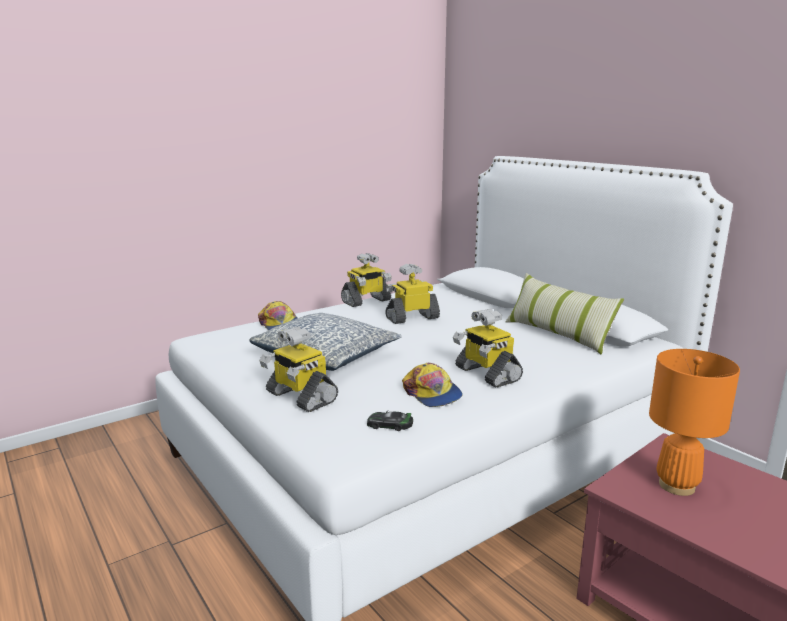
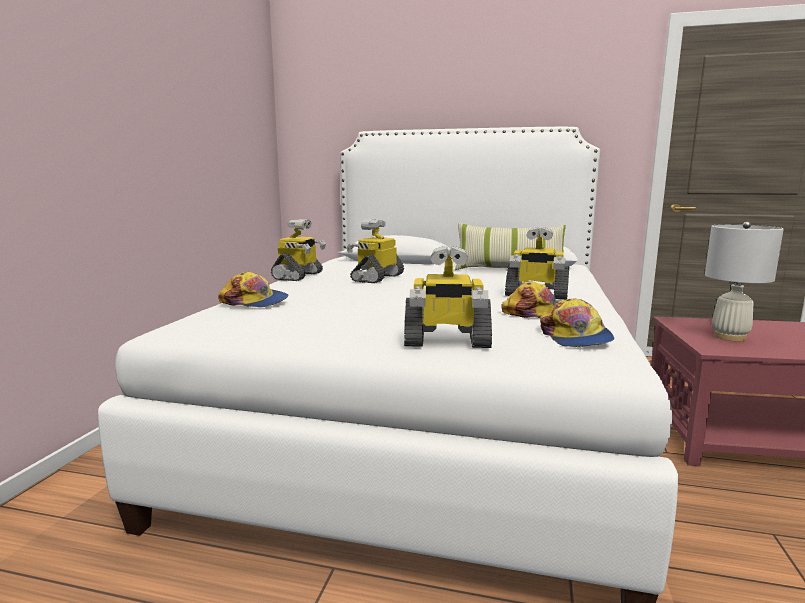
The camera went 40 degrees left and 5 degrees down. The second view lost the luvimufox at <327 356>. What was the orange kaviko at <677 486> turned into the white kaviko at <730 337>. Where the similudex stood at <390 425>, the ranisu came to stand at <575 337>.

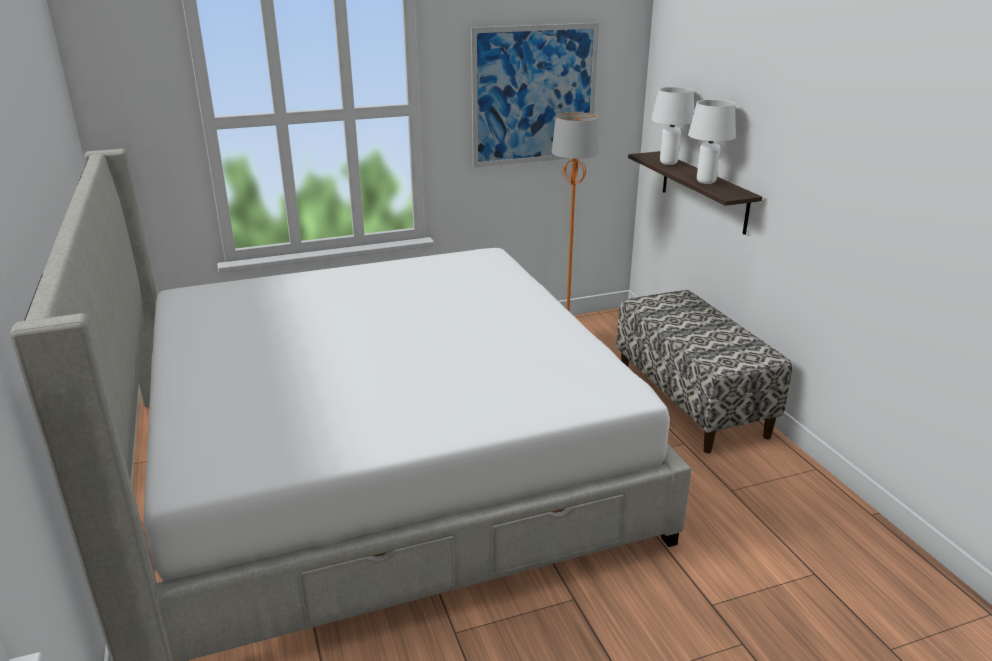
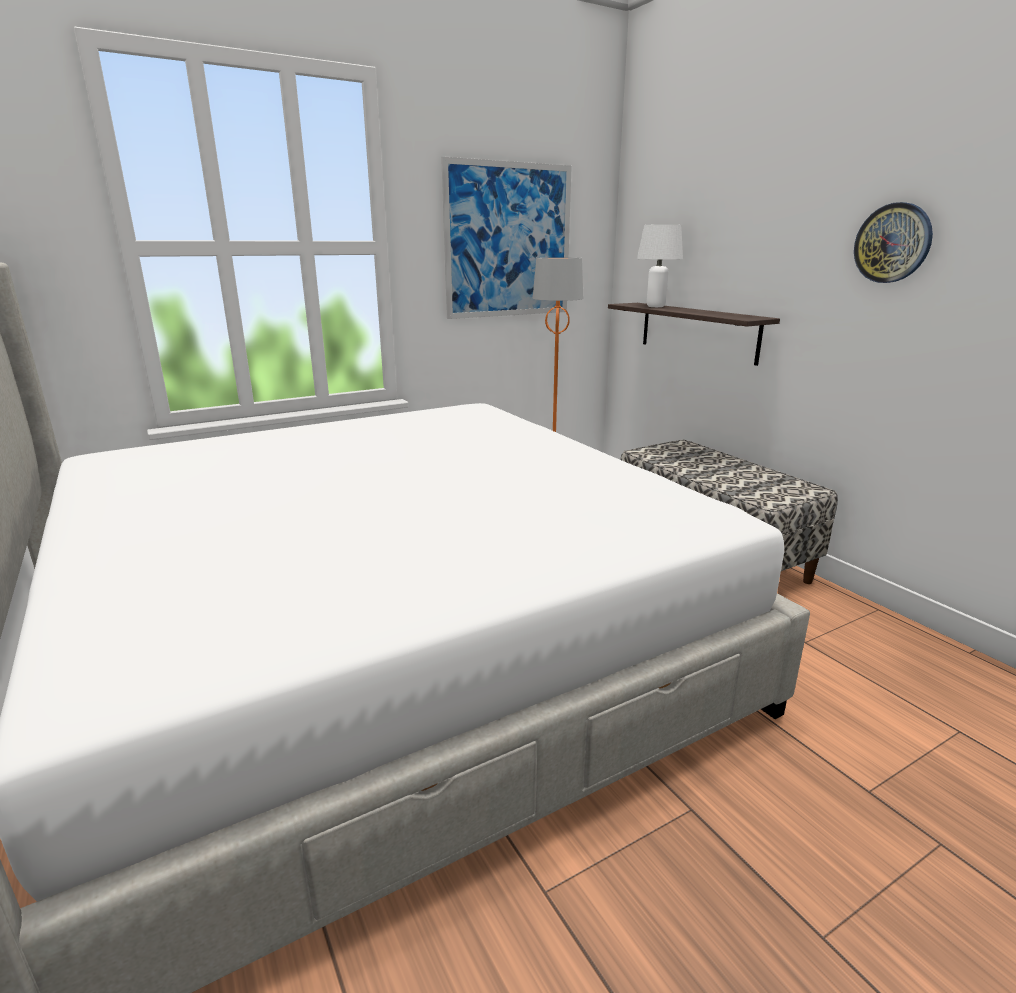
The camera went 10 degrees left and 5 degrees down. The second view lost the white kaviko at <706 181>. The second view gained the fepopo at <892 243>.

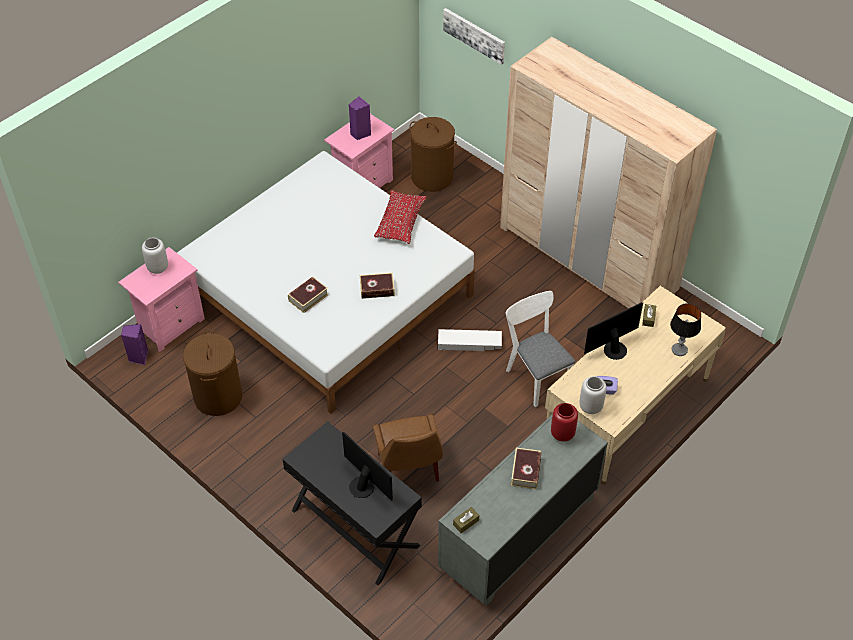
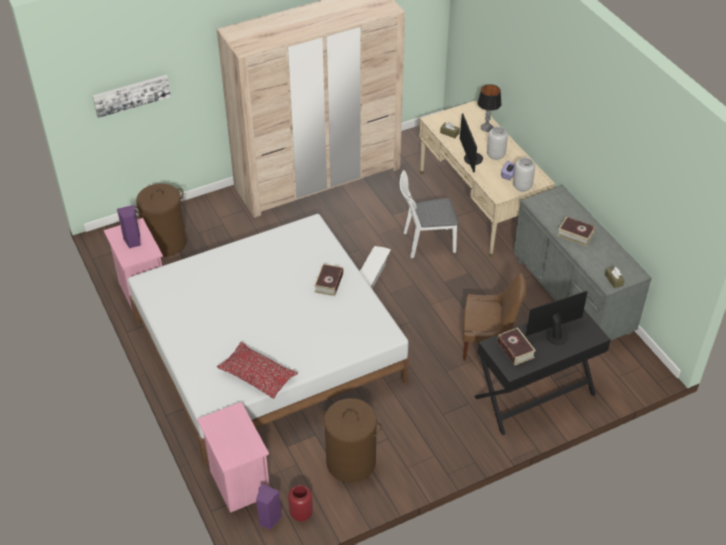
The camera went 70 degrees left and 5 degrees down. The red luvimufox ended up elsewhere, having gone from <400 222> to <257 376>. The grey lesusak ended up elsewhere, having gone from <157 268> to <496 155>. The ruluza ended up elsewhere, having gone from <308 298> to <515 349>. The red lesusak ended up elsewhere, having gone from <563 433> to <301 513>.

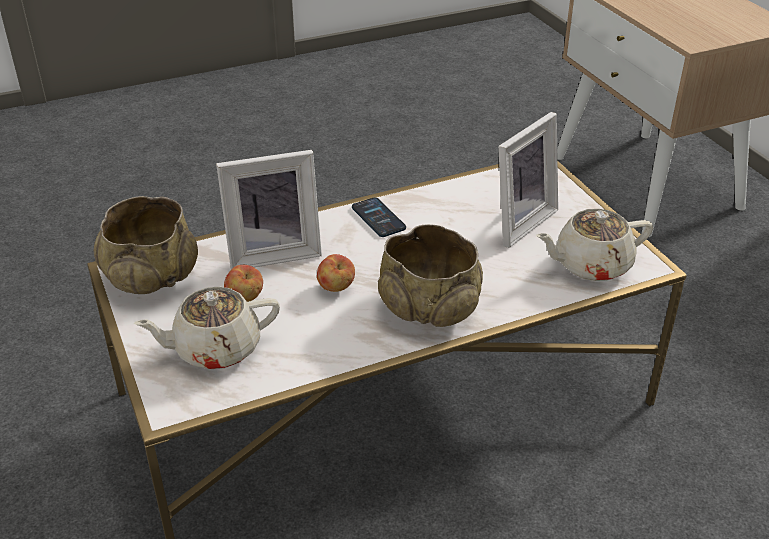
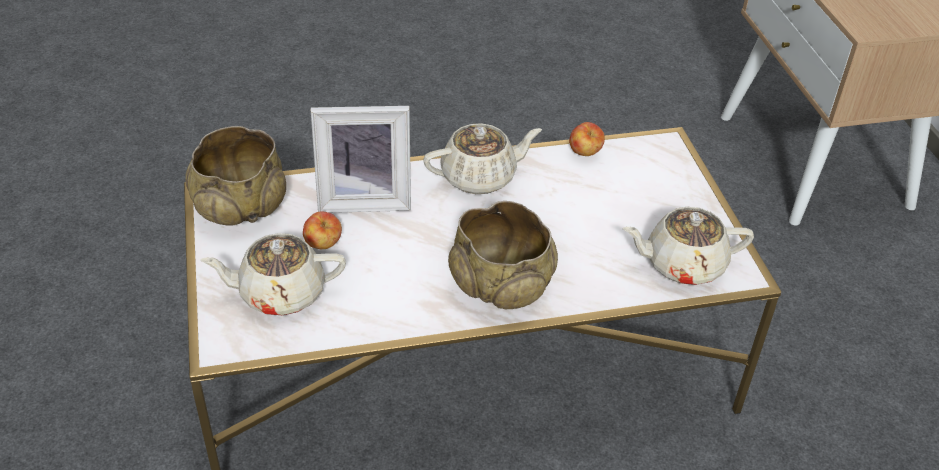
The camera went 10 degrees right and 5 degrees up. The second view lost the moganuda at <517 222>. Where the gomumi stood at <378 218>, the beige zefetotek came to stand at <480 177>. The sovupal ended up elsewhere, having gone from <336 288> to <585 153>.

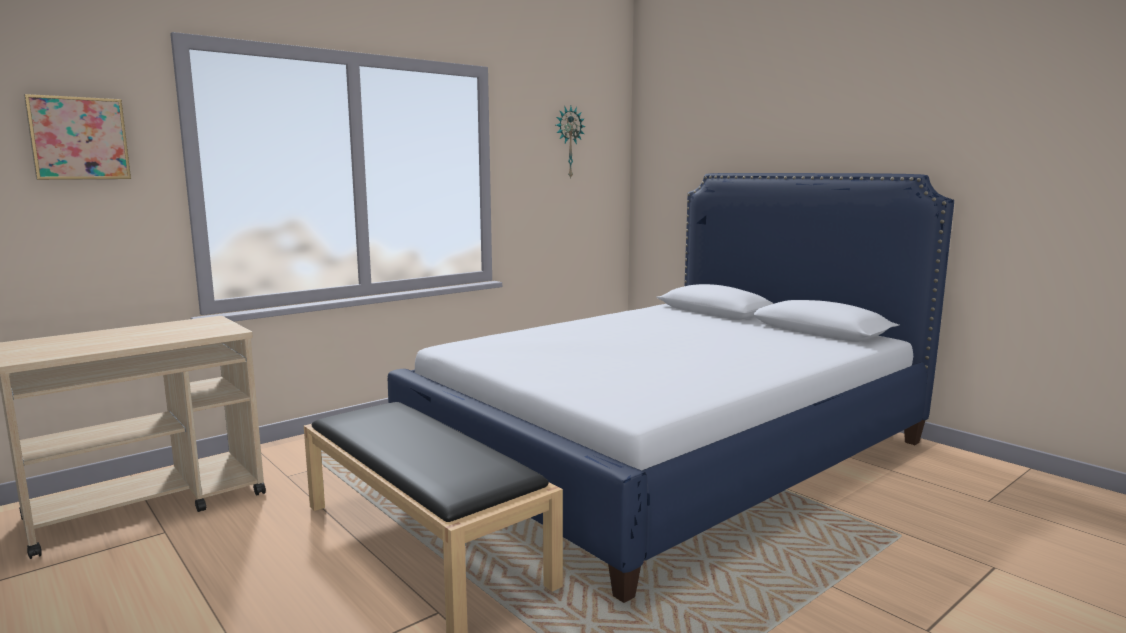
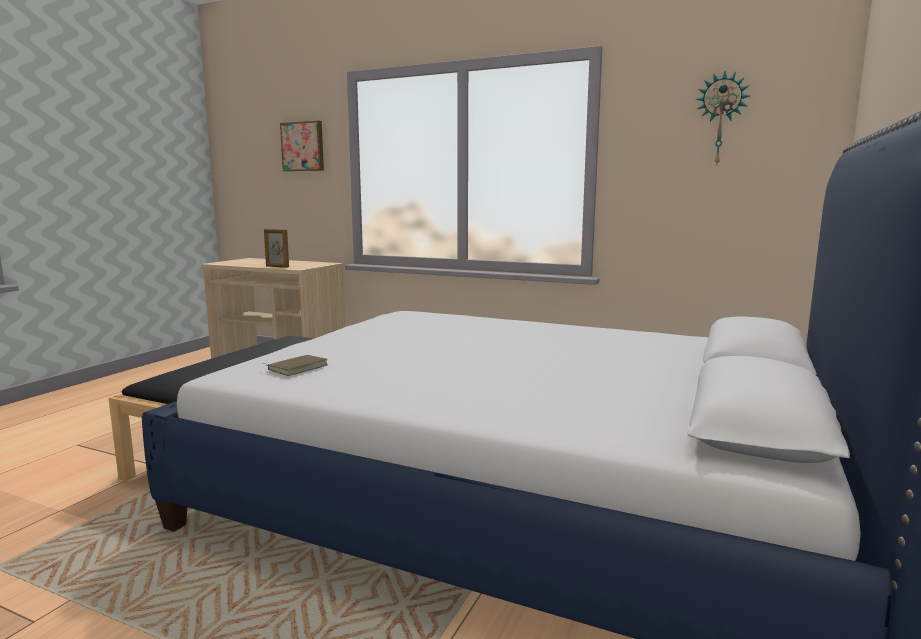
The camera went 65 degrees right and 0 degrees up. The second view gained the moganuda at <277 267>. The second view gained the brown ruluza at <297 368>.

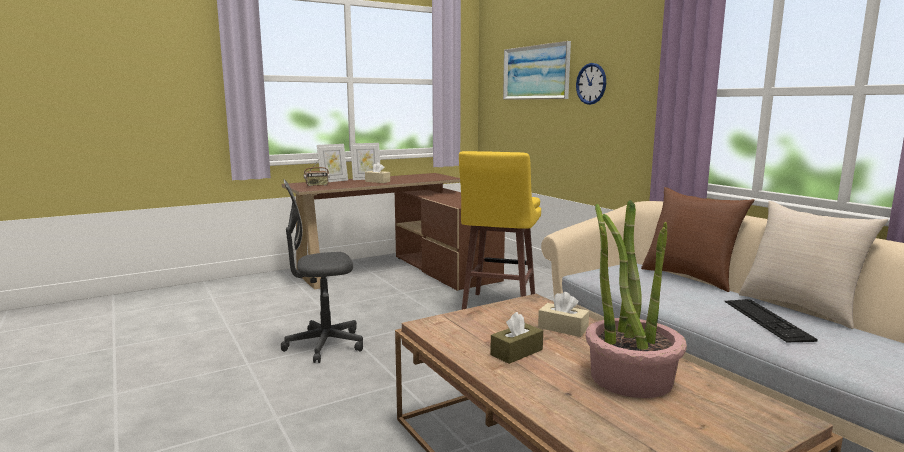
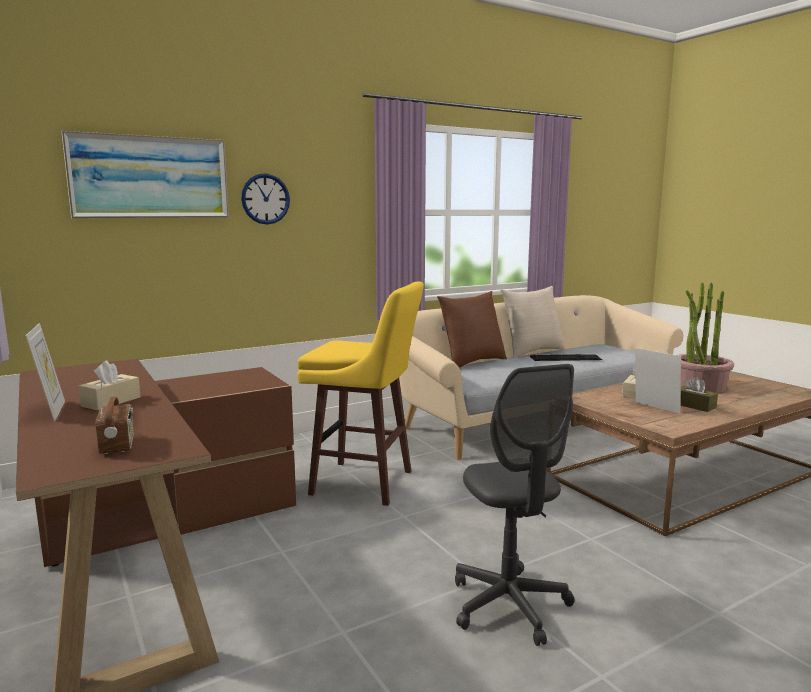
The camera went 90 degrees left and 0 degrees up. The moganuda ended up elsewhere, having gone from <333 181> to <654 408>.

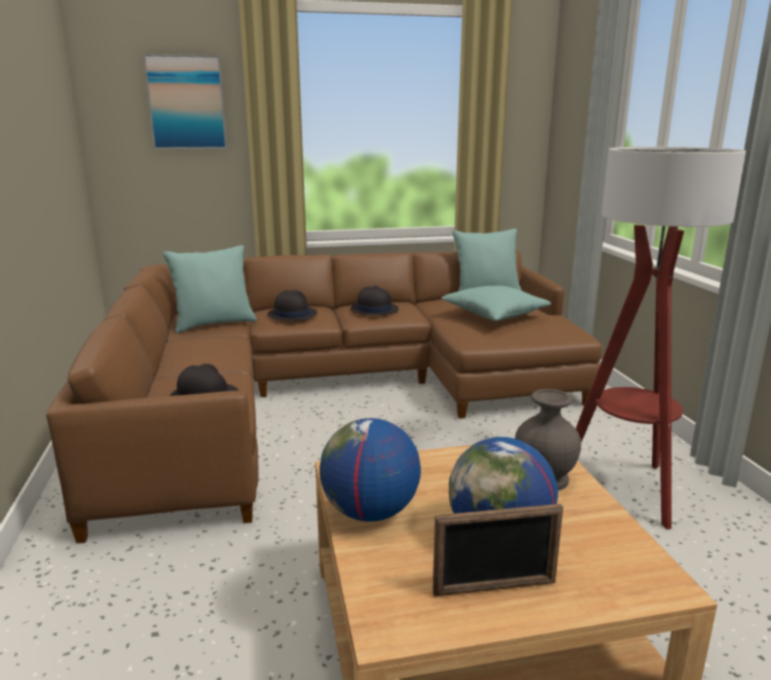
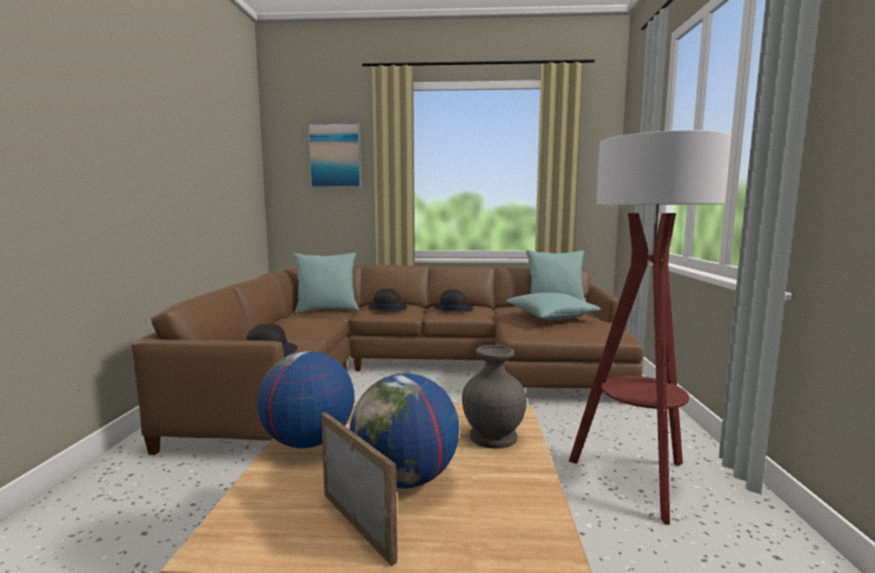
The camera went 15 degrees right and 10 degrees down. The moganuda at <494 588> ended up facing another way, 135 degrees counterclockwise from before.

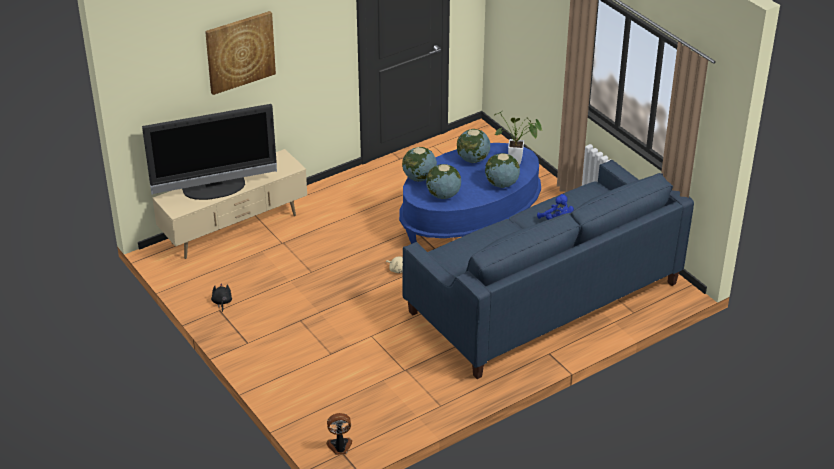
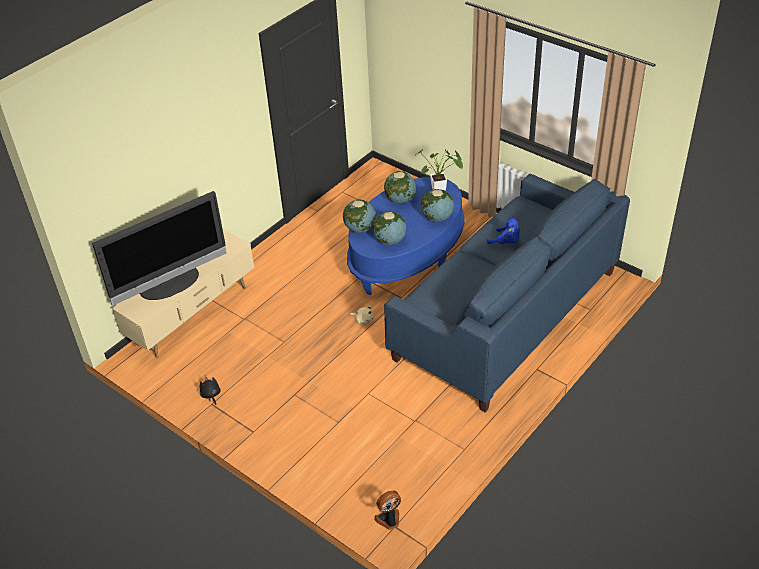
The camera went 15 degrees left and 5 degrees up. The second view lost the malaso at <240 52>.

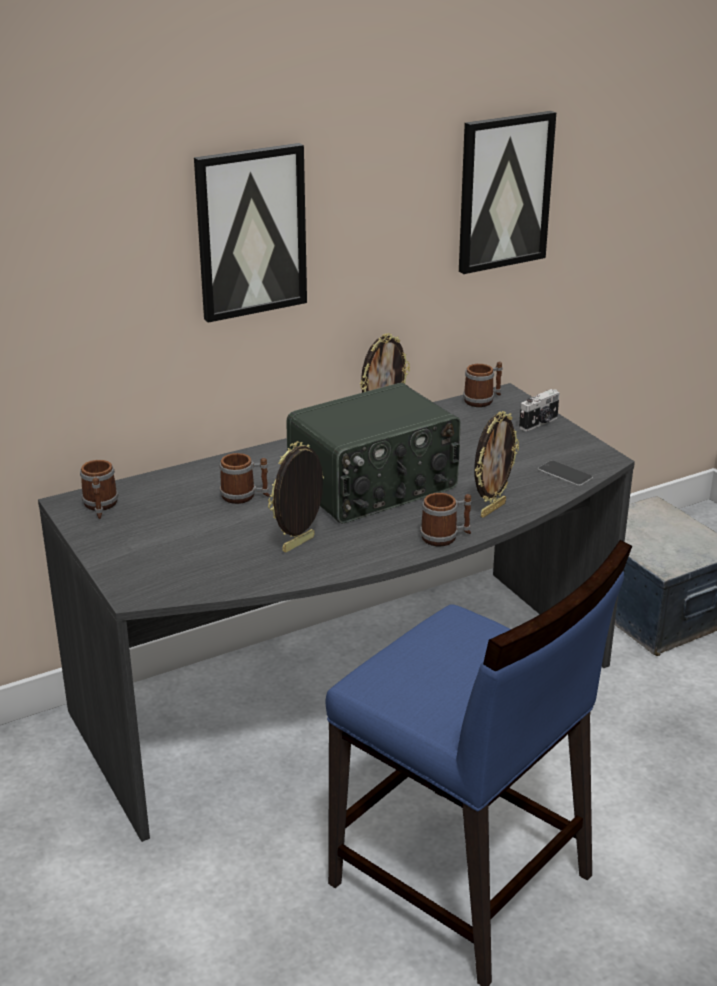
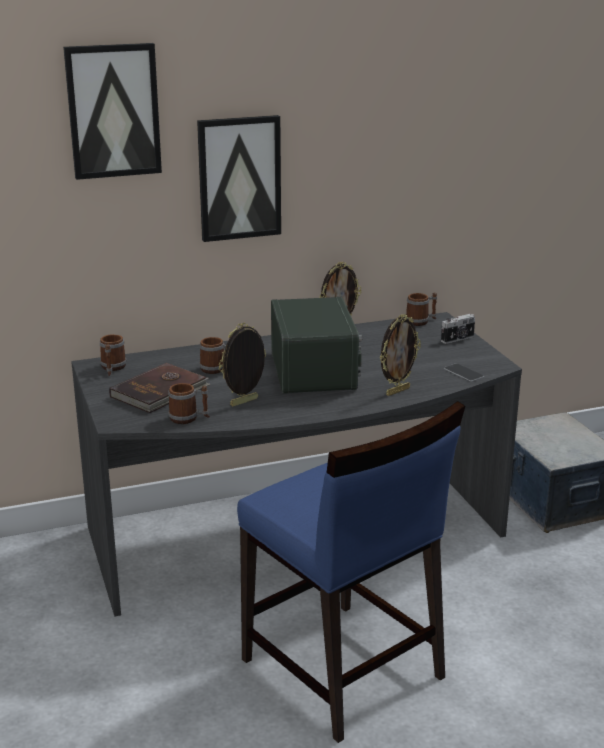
The camera went 10 degrees right and 5 degrees down. The malaso ended up elsewhere, having gone from <504 192> to <113 111>. The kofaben at <374 487> ended up facing another way, 75 degrees counterclockwise from before. The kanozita ended up elsewhere, having gone from <445 537> to <189 418>. The second view gained the brown ruluza at <160 392>.

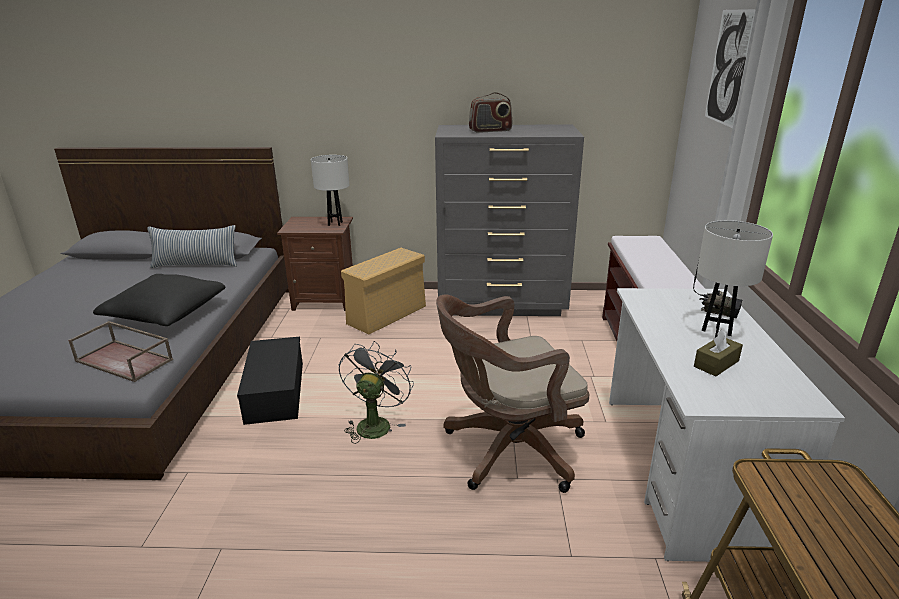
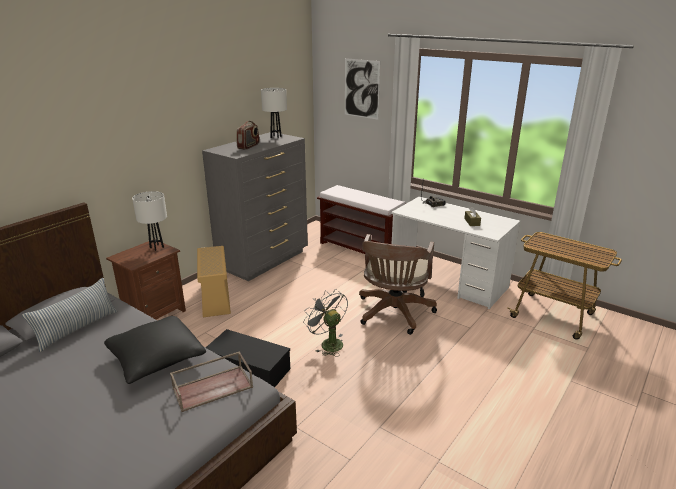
The camera went 55 degrees left and 0 degrees up. The white kaviko ended up elsewhere, having gone from <716 332> to <275 137>.

